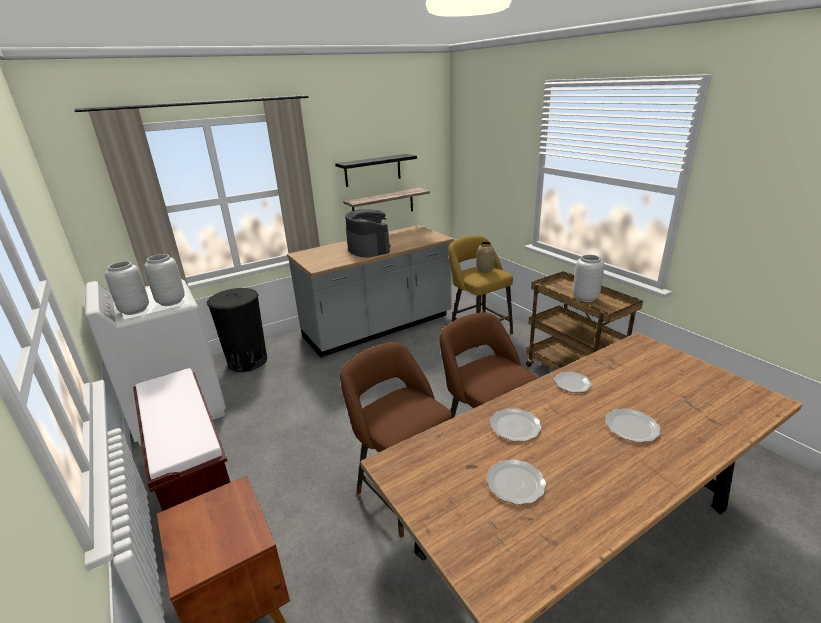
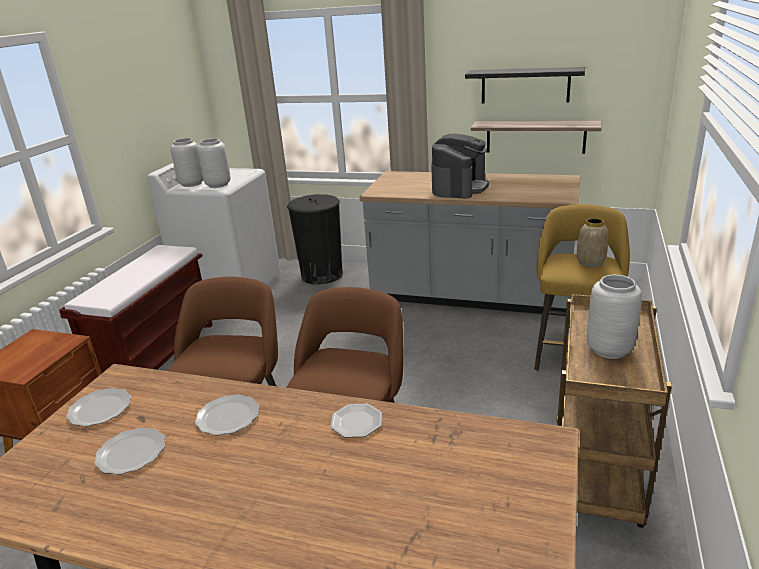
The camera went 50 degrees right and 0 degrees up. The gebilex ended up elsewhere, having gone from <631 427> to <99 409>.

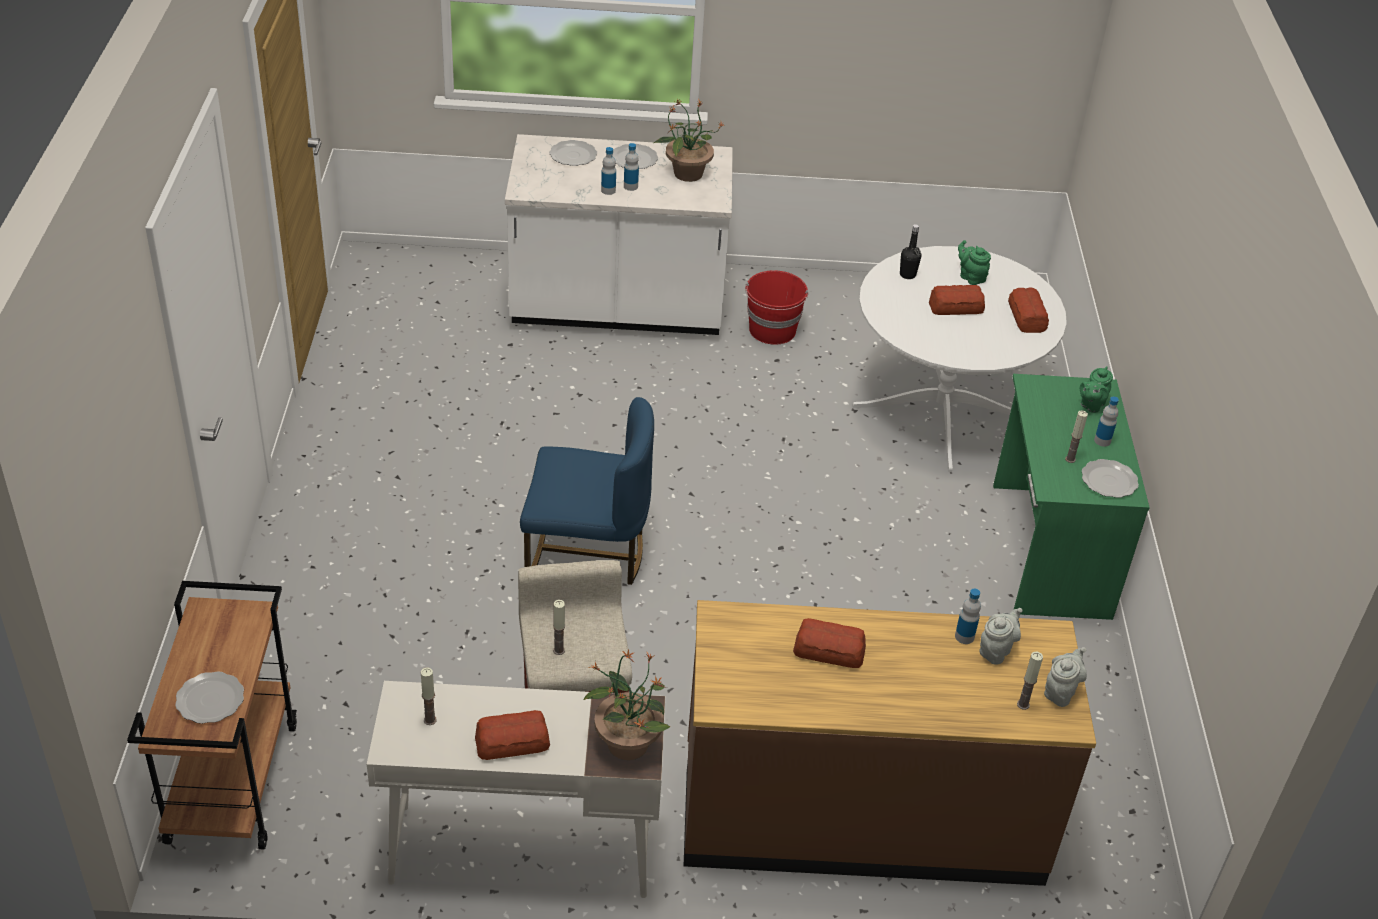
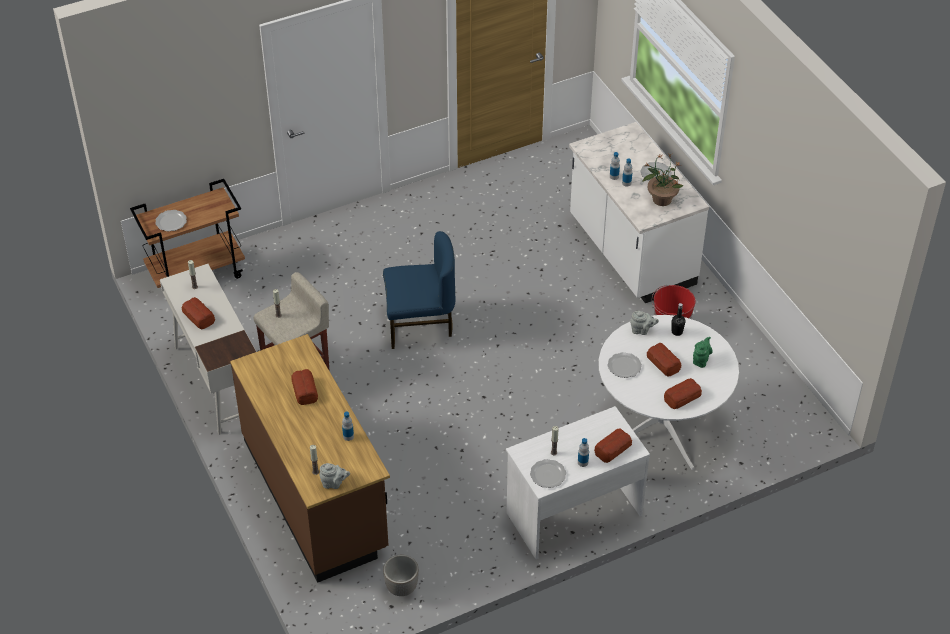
The camera went 65 degrees right and 5 degrees up. The gebilex ended up elsewhere, having gone from <574 155> to <624 366>. Where the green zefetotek stood at <1091 405>, the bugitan came to stand at <613 448>. What was the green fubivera at <1048 550> turned into the white fubivera at <573 513>. The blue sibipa at <586 554> ended up facing another way, 75 degrees counterclockwise from before. The grey zefetotek ended up elsewhere, having gone from <996 650> to <642 330>. The second view lost the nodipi at <627 742>. The second view gained the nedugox at <401 588>.

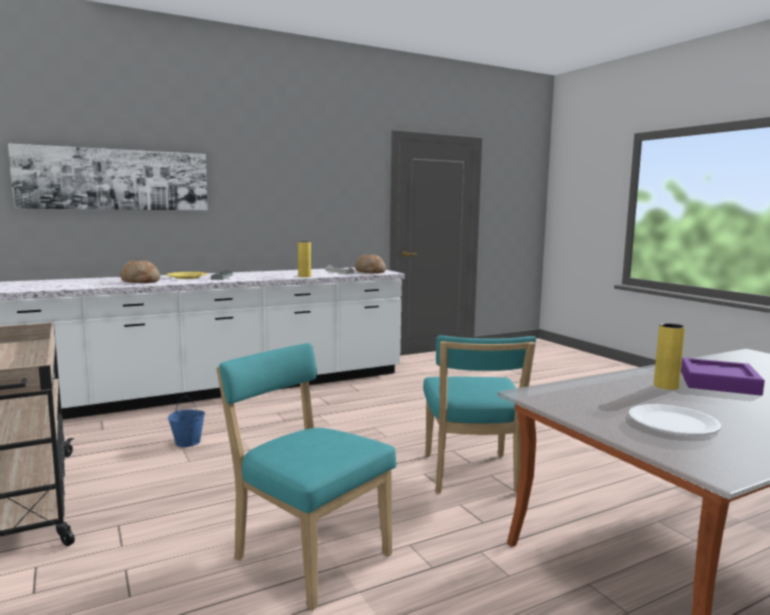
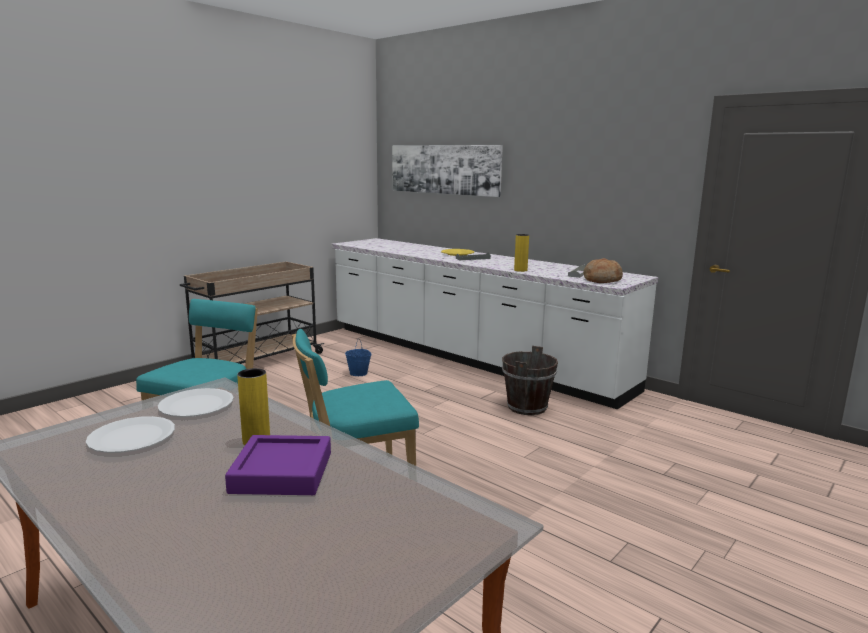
The camera went 70 degrees right and 5 degrees up. The second view lost the bugitan at <140 281>. The second view gained the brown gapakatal at <527 407>. The second view gained the white gebilex at <196 405>.

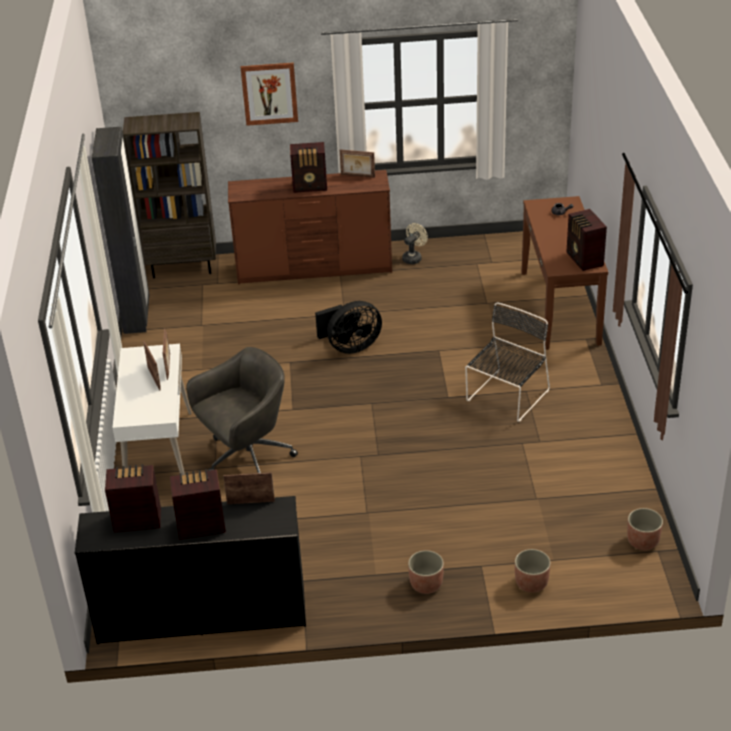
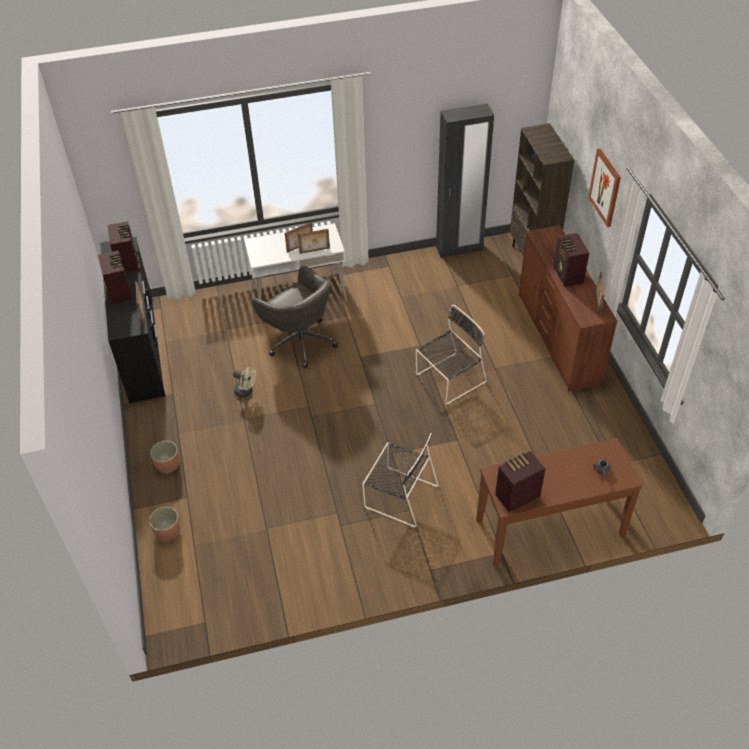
The camera went 80 degrees right and 10 degrees up. The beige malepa ended up elsewhere, having gone from <413 257> to <246 392>. Where the black malepa stood at <350 347>, the black sibipa came to stand at <449 379>. The second view lost the nedugox at <643 541>.

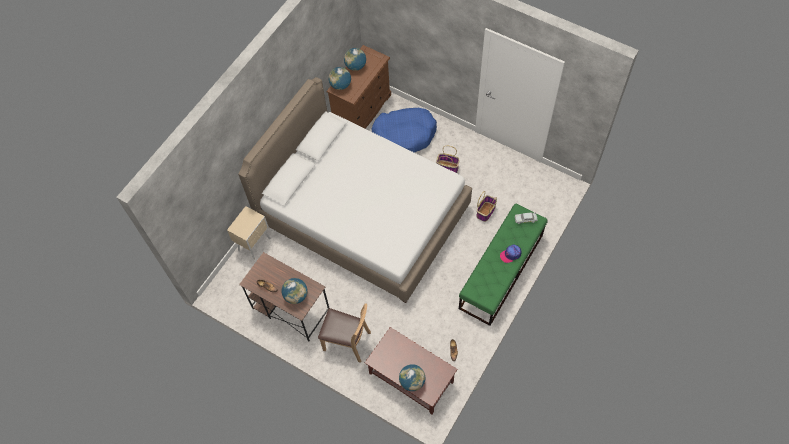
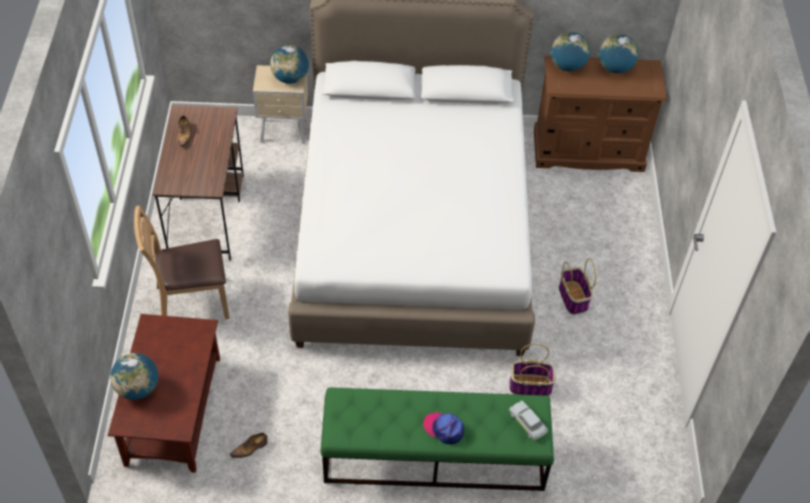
The camera went 55 degrees right and 10 degrees down. The second view lost the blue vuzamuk at <404 135>. The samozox ended up elsewhere, having gone from <296 296> to <290 78>. The brown sibipa at <347 342> ended up facing another way, 90 degrees clockwise from before.

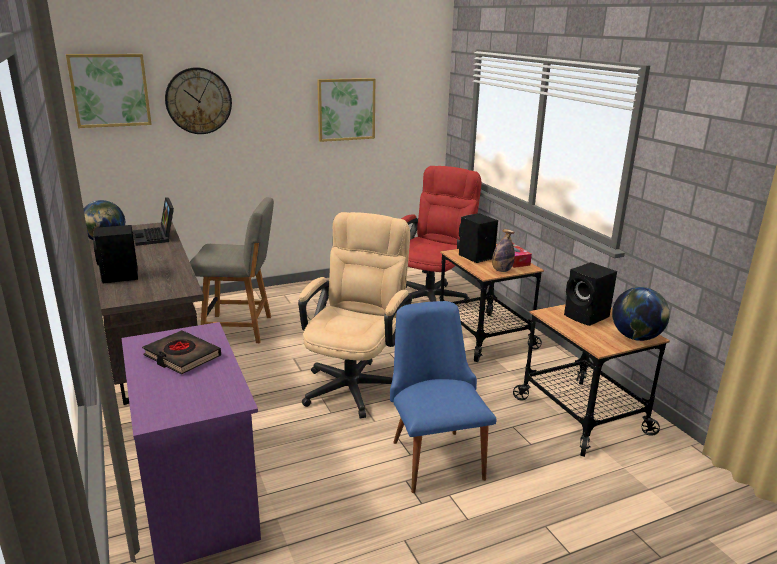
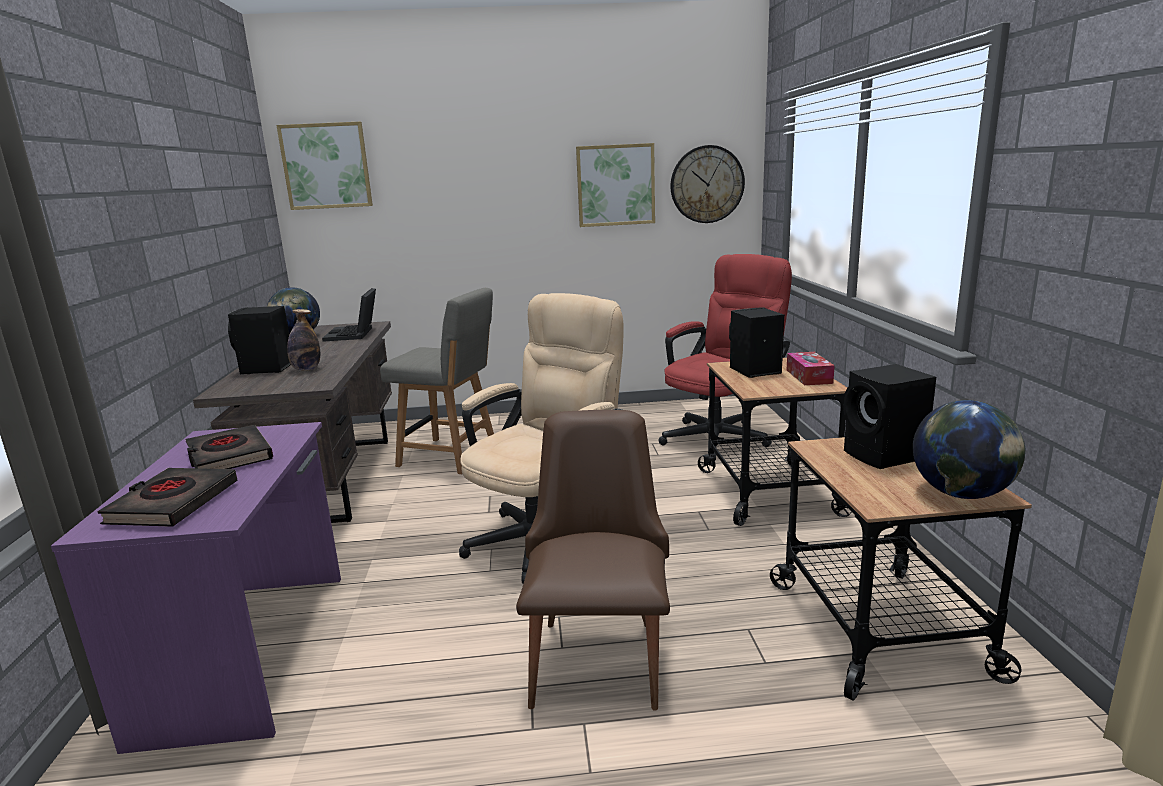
The camera went 20 degrees right and 5 degrees down. The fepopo ended up elsewhere, having gone from <198 101> to <707 184>. The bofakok ended up elsewhere, having gone from <501 270> to <306 369>. What was the blue sibipa at <434 453> turned into the brown sibipa at <599 652>. The second view gained the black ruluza at <173 504>.

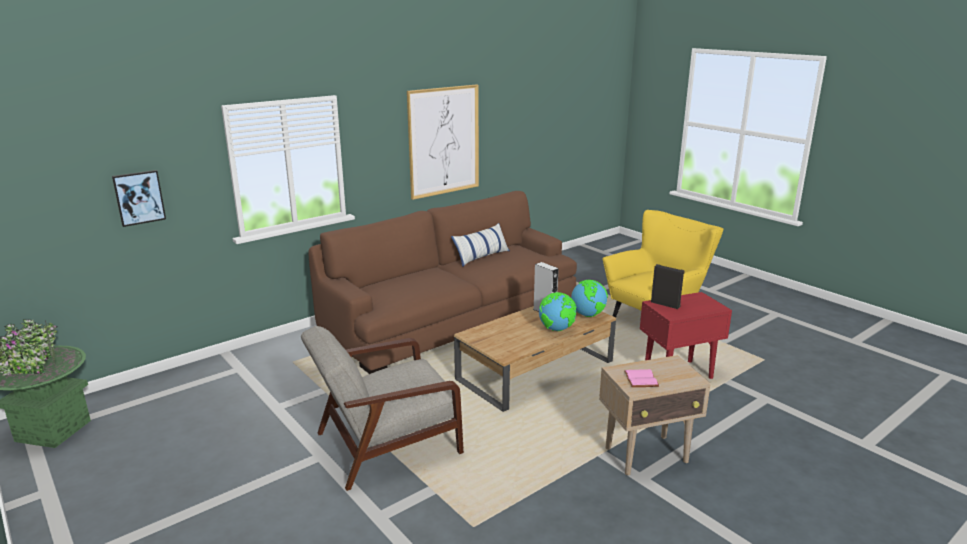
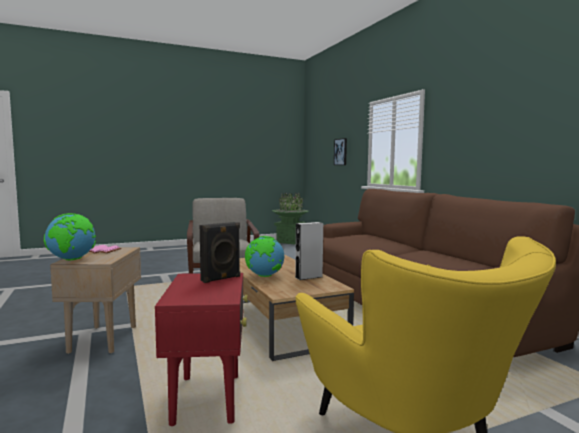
The camera went 105 degrees right and 15 degrees down. The second view lost the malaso at <444 141>. The second view lost the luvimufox at <481 257>. The samozox ended up elsewhere, having gone from <588 315> to <72 260>.

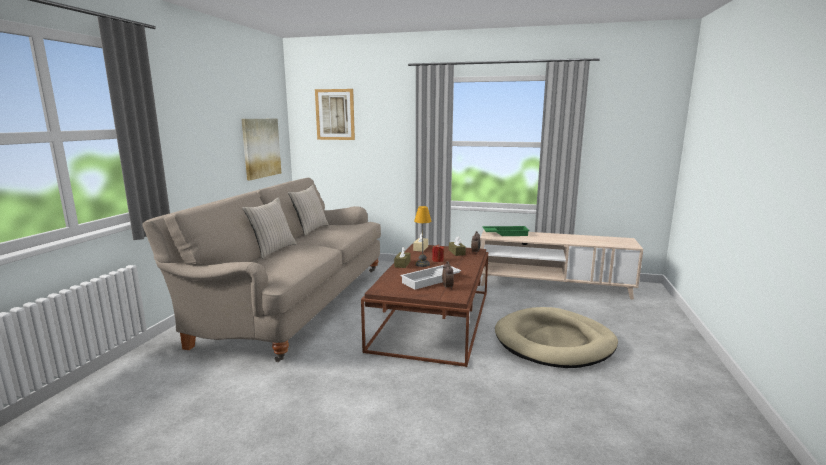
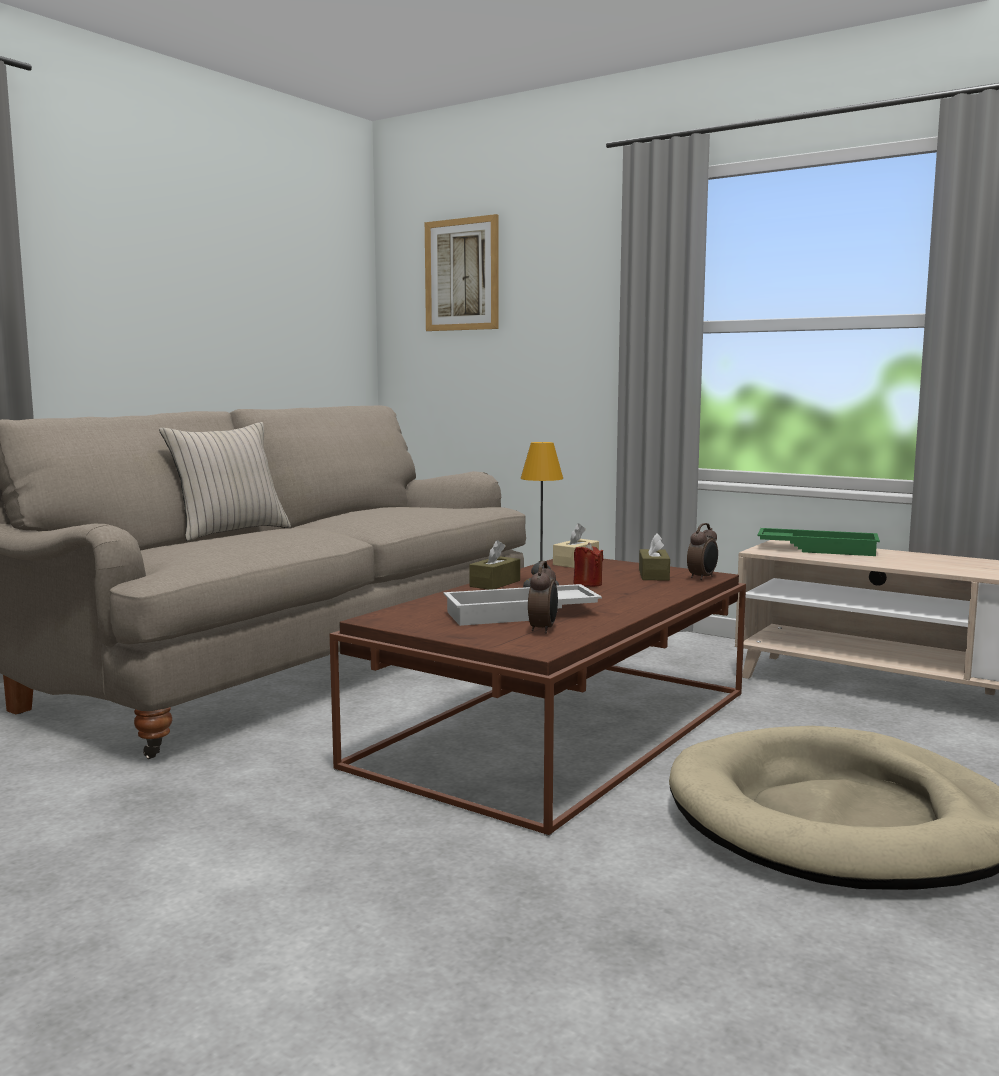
The camera went 20 degrees right and 5 degrees down. The second view lost the malaso at <261 148>. The second view lost the beige luvimufox at <310 230>.

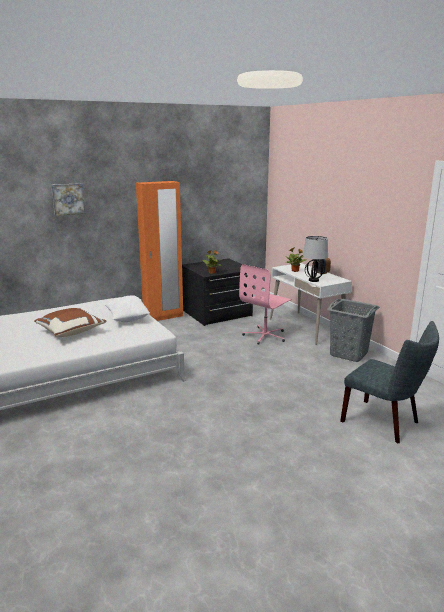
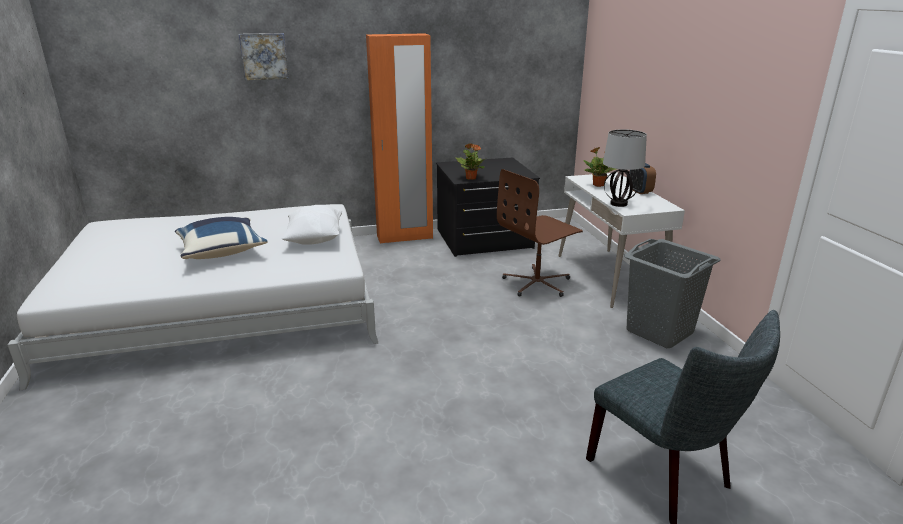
The camera went 15 degrees right and 5 degrees up. What was the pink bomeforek at <265 336> turned into the brown bomeforek at <537 283>. What was the brown luvimufox at <70 332> turned into the blue luvimufox at <222 251>.

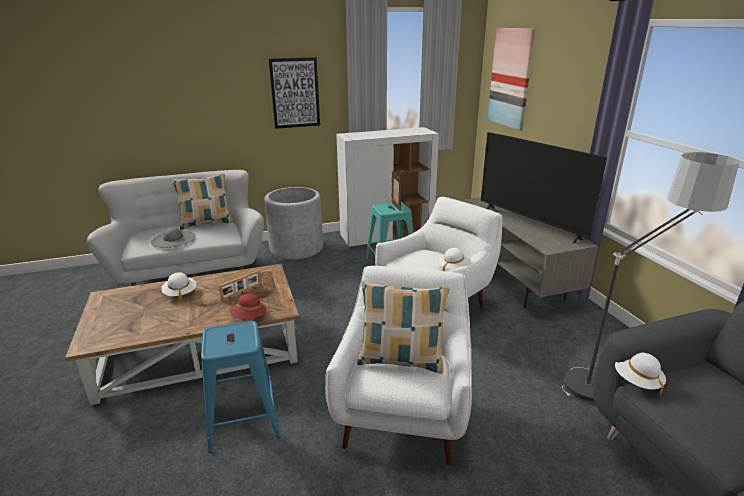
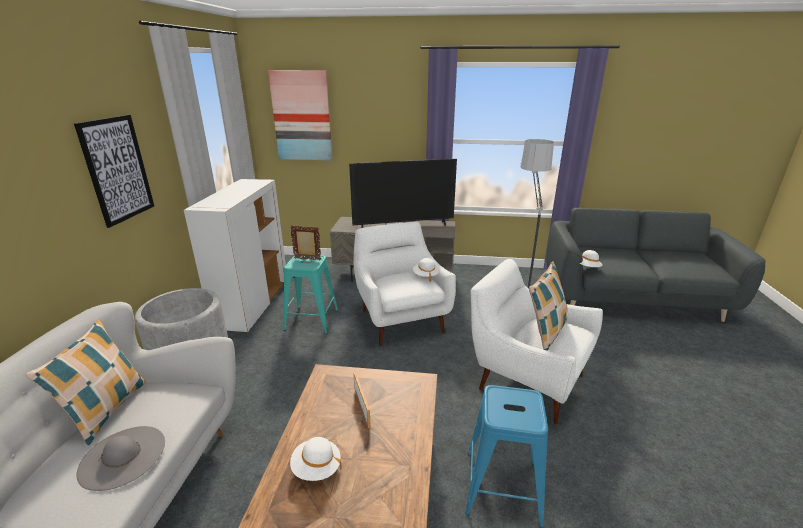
The camera went 65 degrees left and 0 degrees up. The second view lost the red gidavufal at <249 317>.

